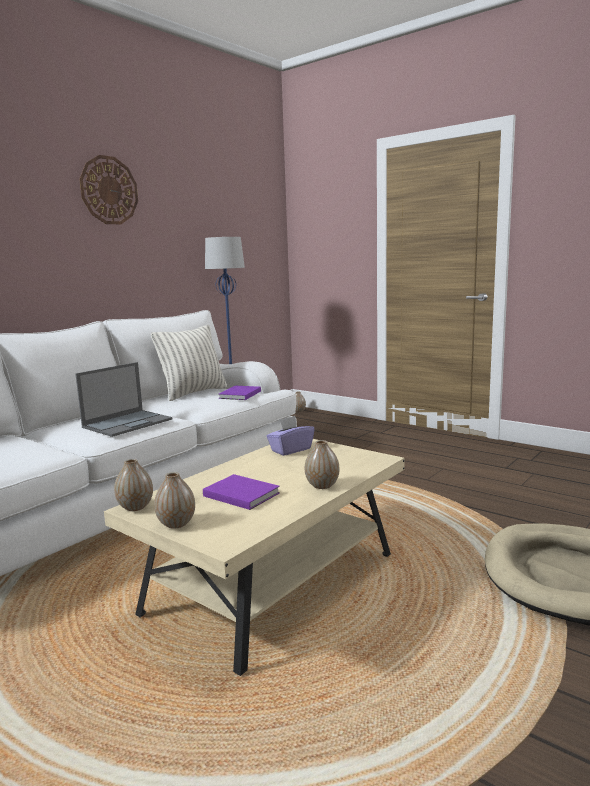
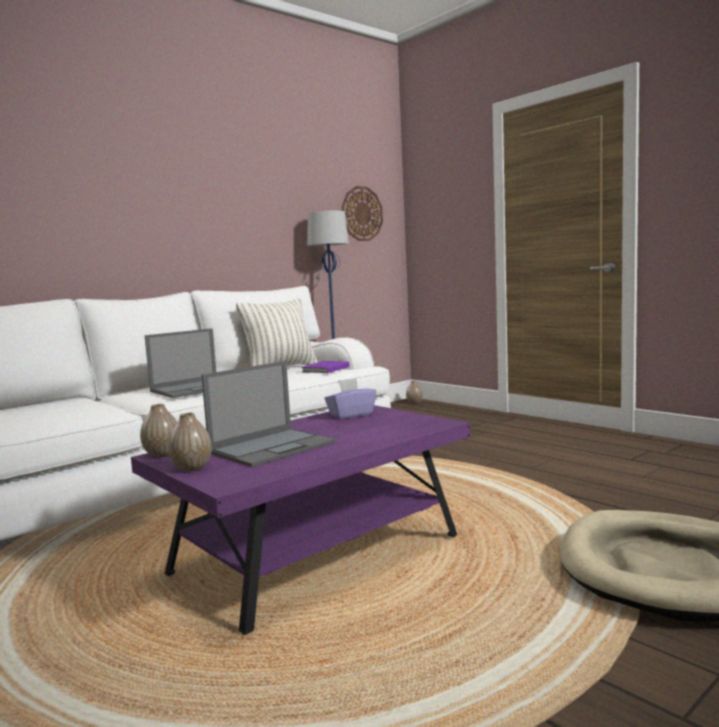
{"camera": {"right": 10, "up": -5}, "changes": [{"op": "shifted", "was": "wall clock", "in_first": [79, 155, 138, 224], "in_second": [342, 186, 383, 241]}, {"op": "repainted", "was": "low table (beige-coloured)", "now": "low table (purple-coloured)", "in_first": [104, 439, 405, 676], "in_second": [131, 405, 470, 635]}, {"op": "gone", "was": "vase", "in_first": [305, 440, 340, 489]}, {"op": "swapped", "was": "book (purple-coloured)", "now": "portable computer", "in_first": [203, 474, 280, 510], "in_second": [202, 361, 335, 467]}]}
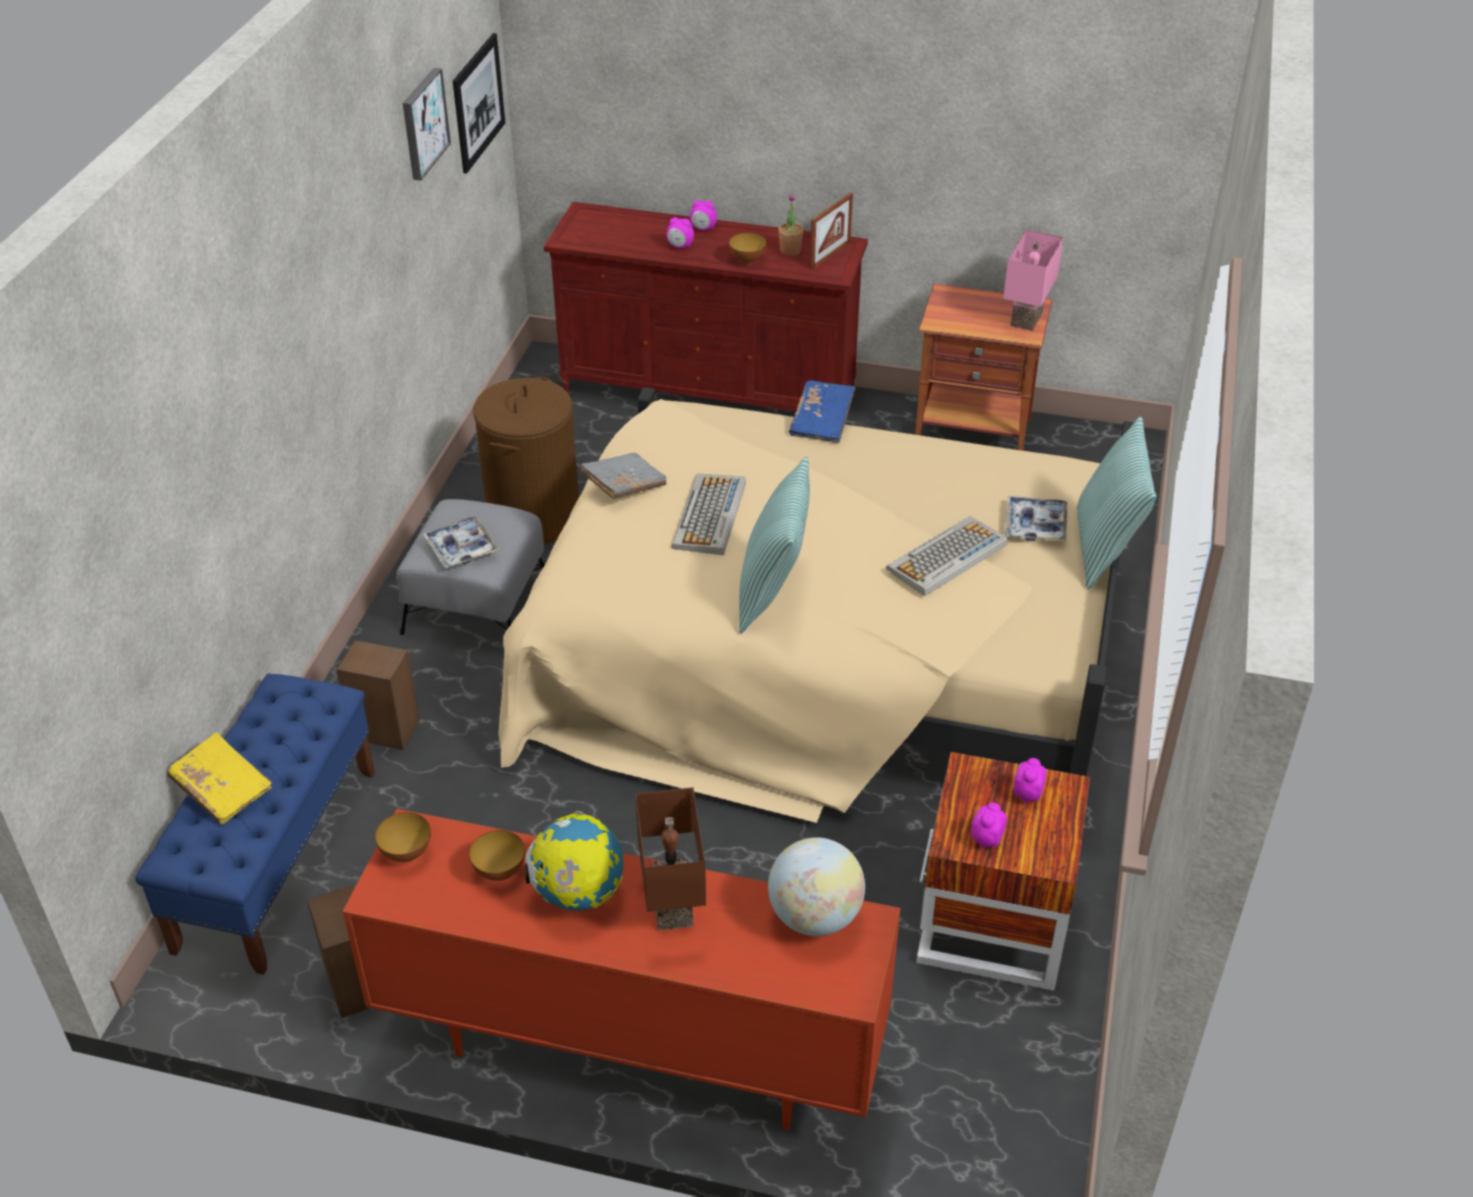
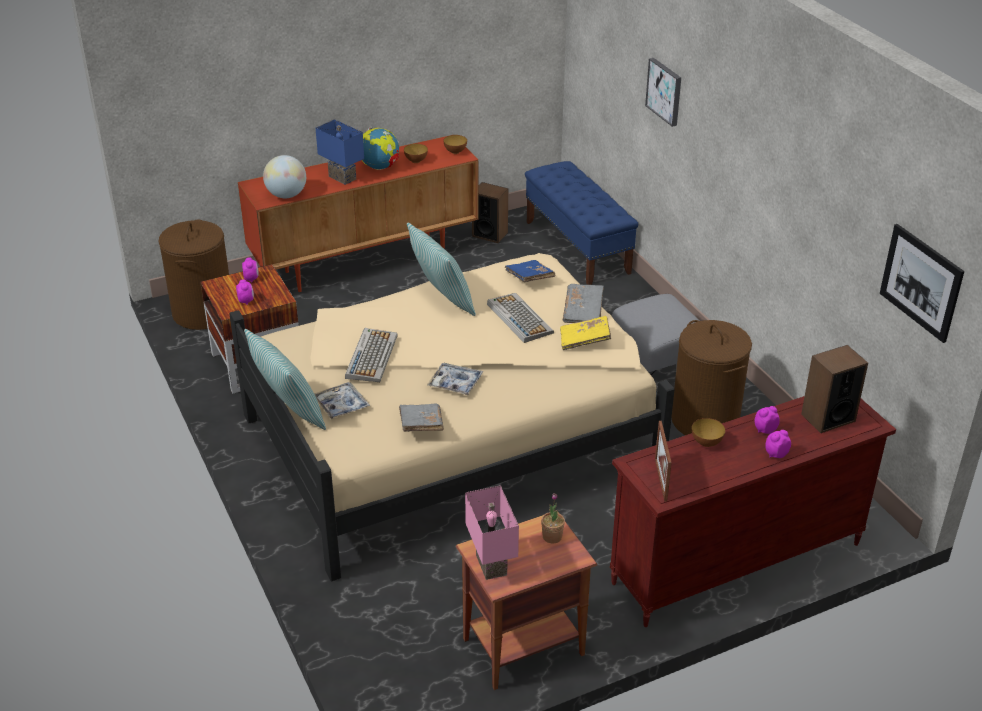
{"camera": {"right": 140, "up": -5}, "changes": [{"op": "shifted", "was": "wall picture", "in_first": [403, 68, 451, 181], "in_second": [645, 58, 681, 127]}, {"op": "shifted", "was": "plant in a pot", "in_first": [778, 194, 804, 256], "in_second": [541, 493, 565, 544]}, {"op": "shifted", "was": "book (blue)", "in_first": [789, 380, 855, 443], "in_second": [505, 260, 555, 282]}, {"op": "shifted", "was": "carrying tray", "in_first": [423, 516, 499, 568], "in_second": [427, 363, 483, 395]}, {"op": "shifted", "was": "speaker", "in_first": [337, 640, 420, 750], "in_second": [801, 345, 868, 433]}, {"op": "shifted", "was": "book (yellow-coloured)", "in_first": [168, 732, 272, 825], "in_second": [560, 316, 611, 350]}, {"op": "repainted", "was": "lamp for a table (brownish)", "now": "lamp for a table (blue)", "in_first": [635, 787, 706, 930], "in_second": [316, 119, 364, 185]}, {"op": "new", "now": "laundry basket (brownish)", "in_second": [158, 219, 229, 330]}, {"op": "new", "now": "book (grey)", "in_second": [399, 403, 444, 432]}]}
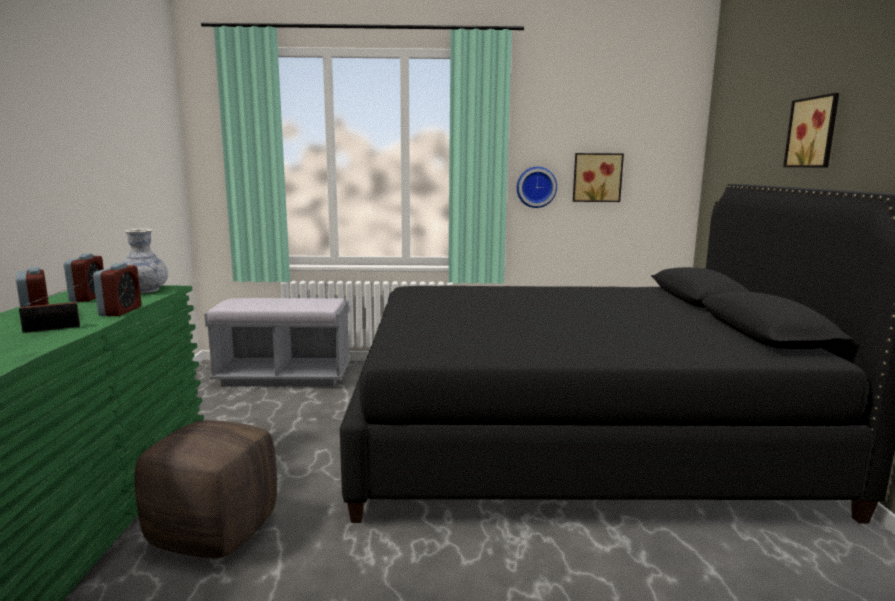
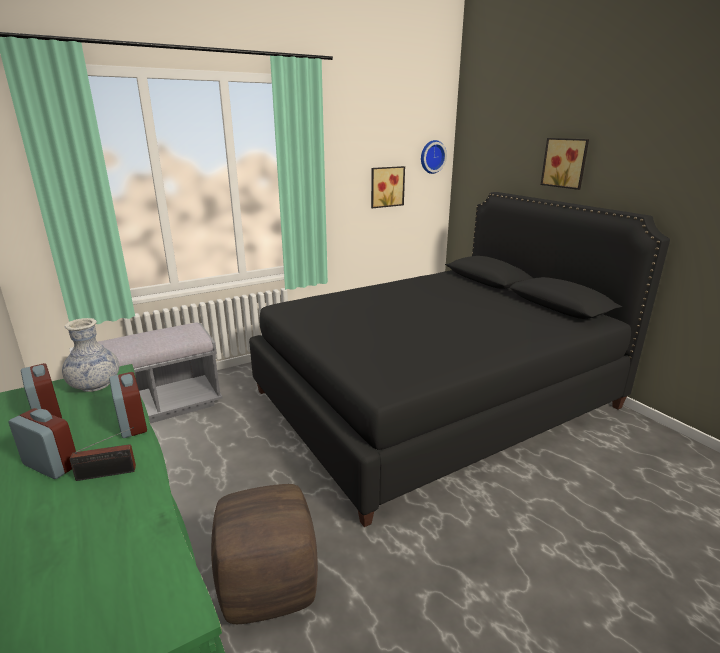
{"camera": {"right": -30, "up": 10}, "changes": [{"op": "shifted", "was": "wall clock", "in_first": [517, 167, 557, 208], "in_second": [421, 140, 447, 174]}, {"op": "rotated", "was": "radio set", "in_first": [19, 284, 81, 333], "in_second": [69, 427, 136, 481], "clockwise": 45}]}
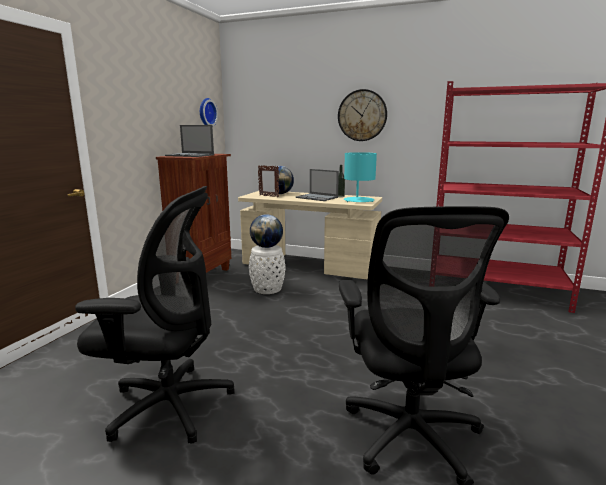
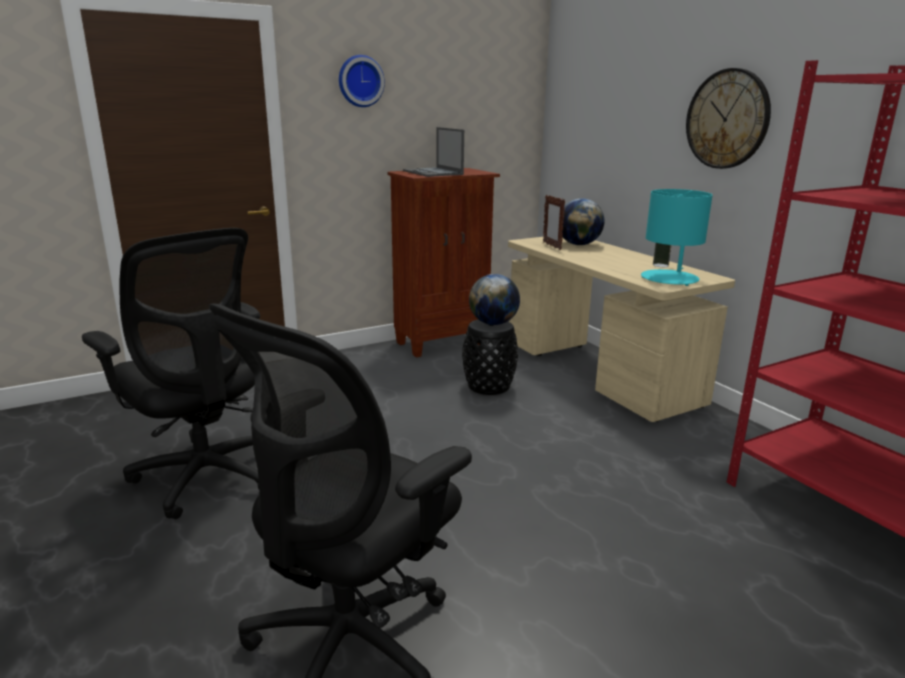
{"camera": {"right": 40, "up": 5}, "changes": [{"op": "shifted", "was": "wall clock", "in_first": [200, 98, 218, 127], "in_second": [339, 55, 385, 107]}, {"op": "gone", "was": "portable computer", "in_first": [295, 169, 339, 201]}, {"op": "repainted", "was": "stool seat (white)", "now": "stool seat (black-coloured)", "in_first": [249, 245, 286, 294], "in_second": [462, 320, 518, 395]}]}
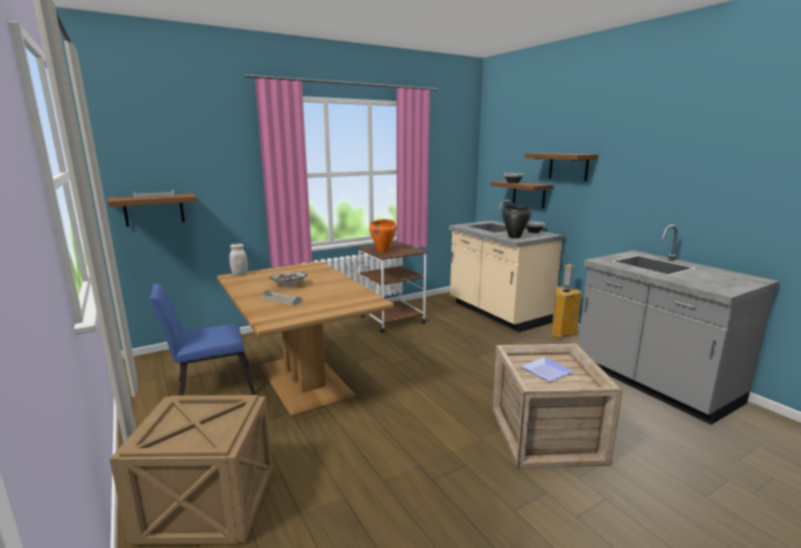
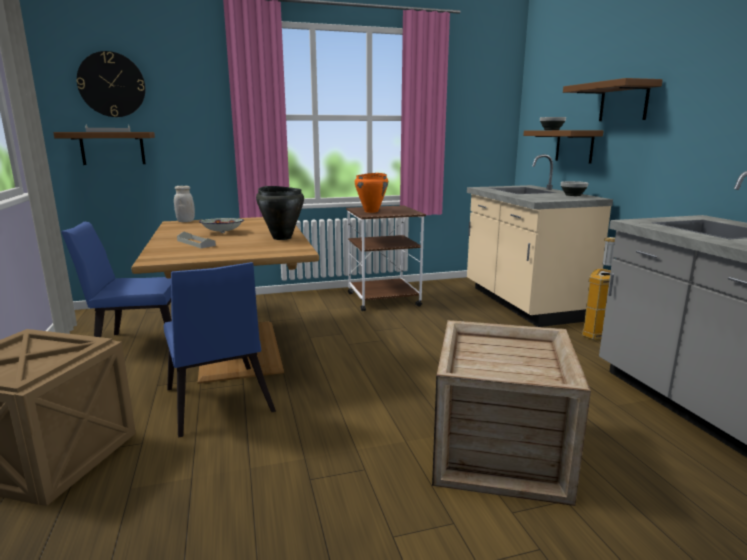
{"camera": {"right": 15, "up": 0}, "changes": [{"op": "shifted", "was": "saucepot (black-coloured)", "in_first": [501, 205, 532, 238], "in_second": [256, 186, 304, 240]}, {"op": "gone", "was": "dinner plate", "in_first": [521, 357, 574, 382]}, {"op": "new", "now": "wall clock", "in_second": [77, 51, 146, 117]}, {"op": "new", "now": "upright chair (blue)", "in_second": [164, 262, 276, 438]}]}
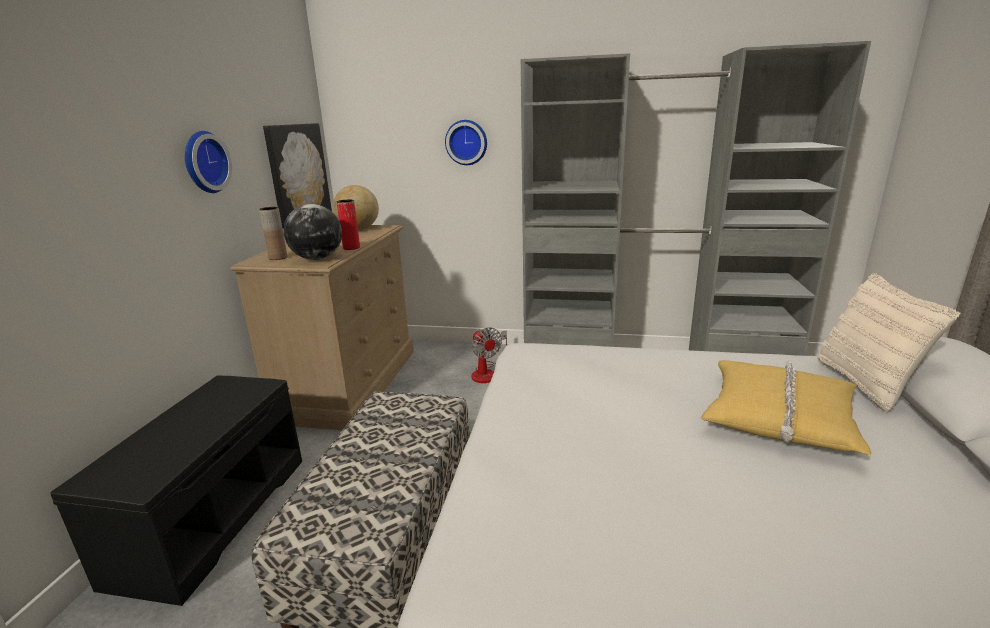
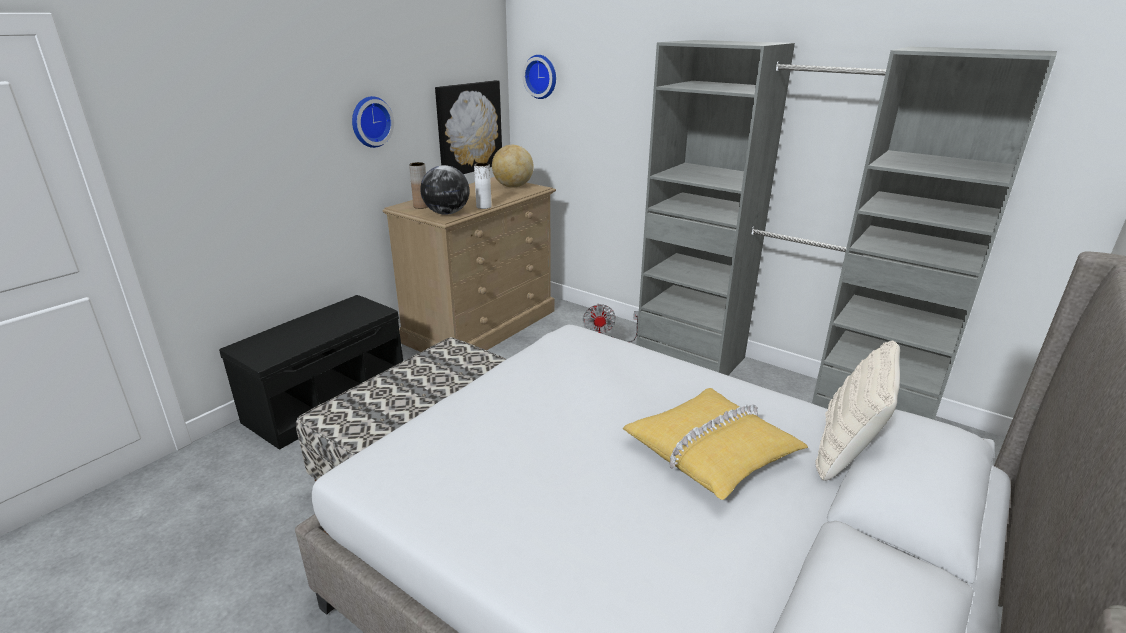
{"camera": {"right": 25, "up": 5}, "changes": [{"op": "shifted", "was": "wall clock", "in_first": [445, 120, 487, 165], "in_second": [522, 55, 556, 99]}, {"op": "repainted", "was": "vase (red-coloured)", "now": "vase (white)", "in_first": [337, 200, 360, 250], "in_second": [474, 163, 492, 209]}]}
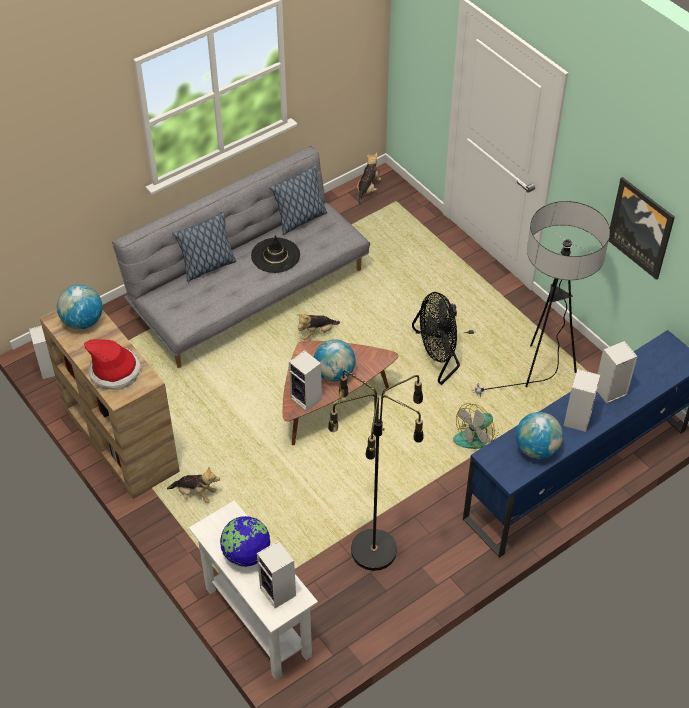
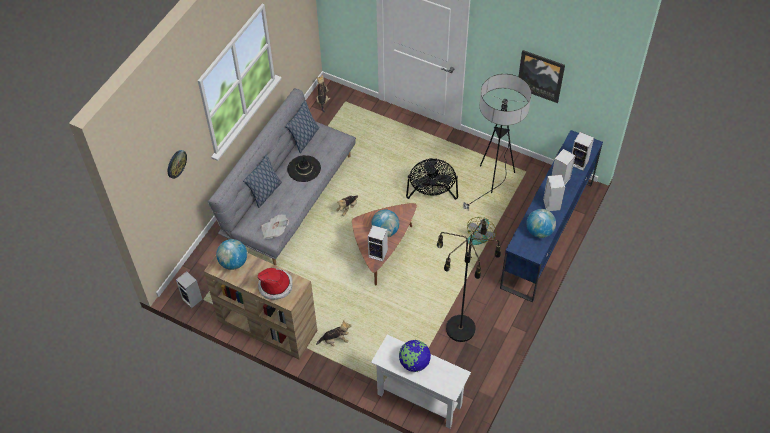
{"camera": {"right": -25, "up": 5}, "changes": [{"op": "rotated", "was": "fan (black-coloured)", "in_first": [412, 292, 475, 385], "in_second": [406, 158, 458, 200], "clockwise": -45}, {"op": "shifted", "was": "speaker", "in_first": [257, 541, 296, 608], "in_second": [572, 132, 594, 170]}, {"op": "new", "now": "wall clock", "in_second": [168, 150, 187, 179]}, {"op": "new", "now": "newspaper", "in_second": [261, 215, 289, 239]}]}
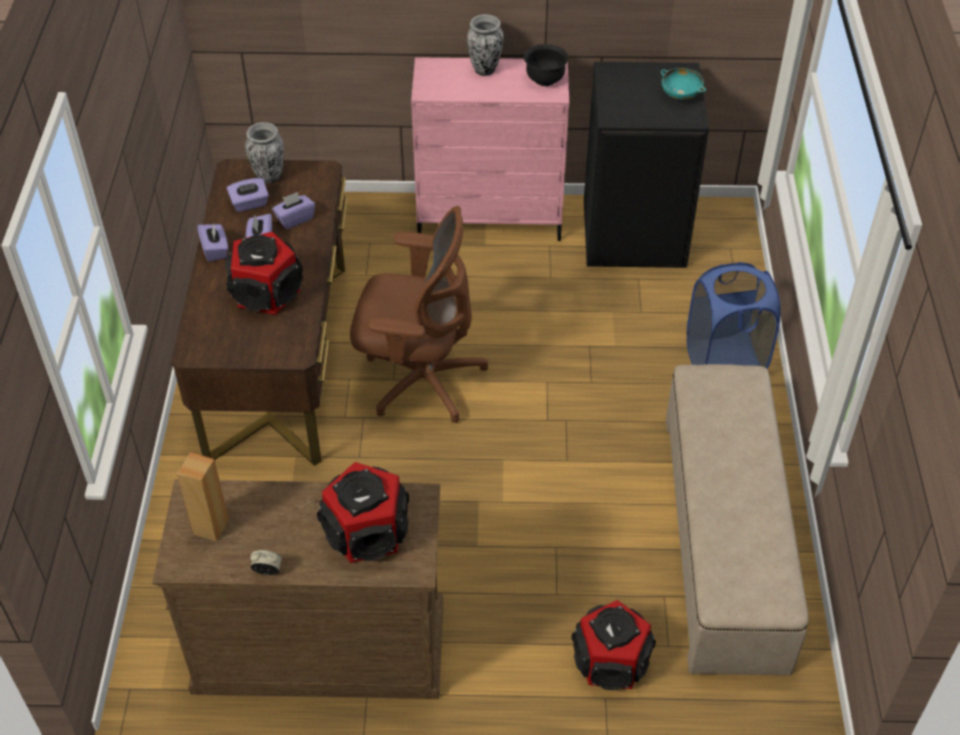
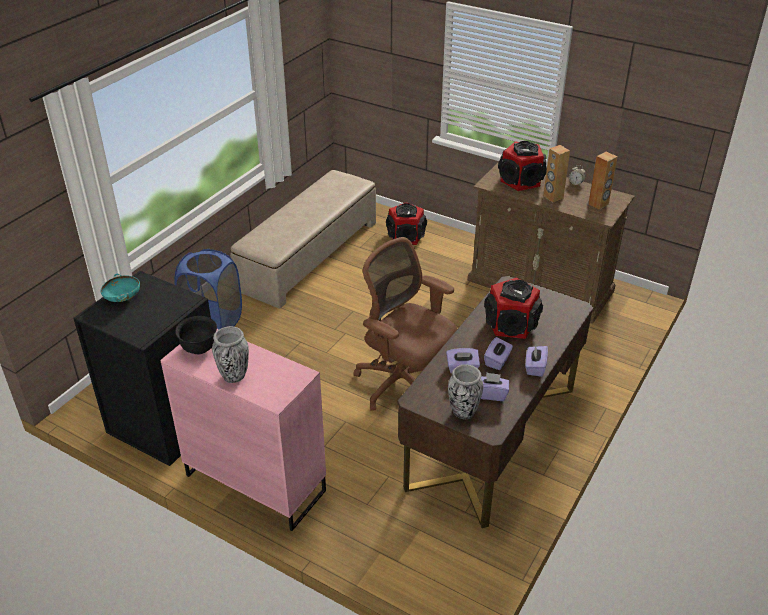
{"camera": {"right": -150, "up": -10}, "changes": [{"op": "new", "now": "speaker (brownish)", "in_second": [543, 145, 570, 203]}]}
